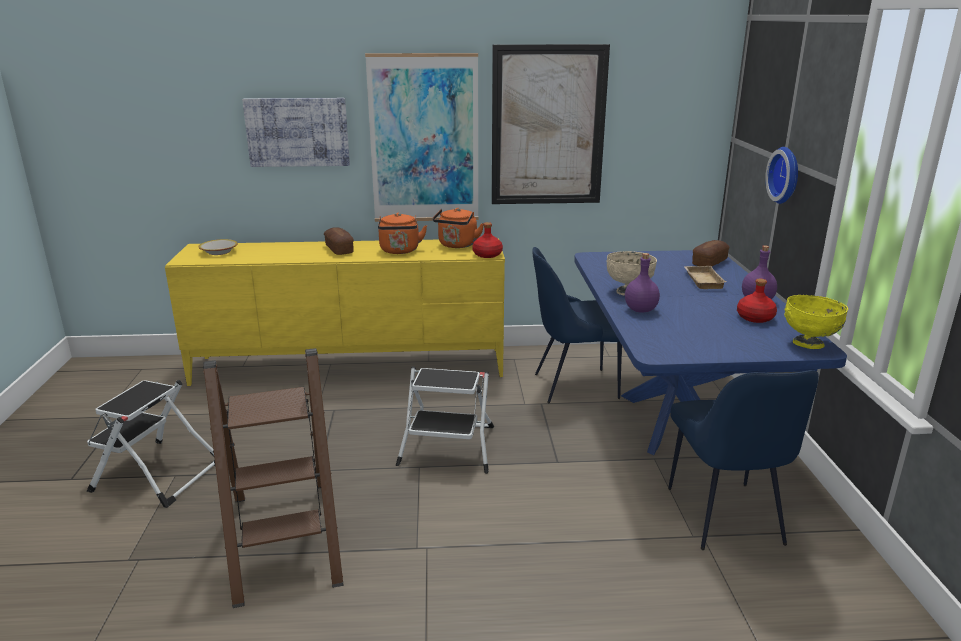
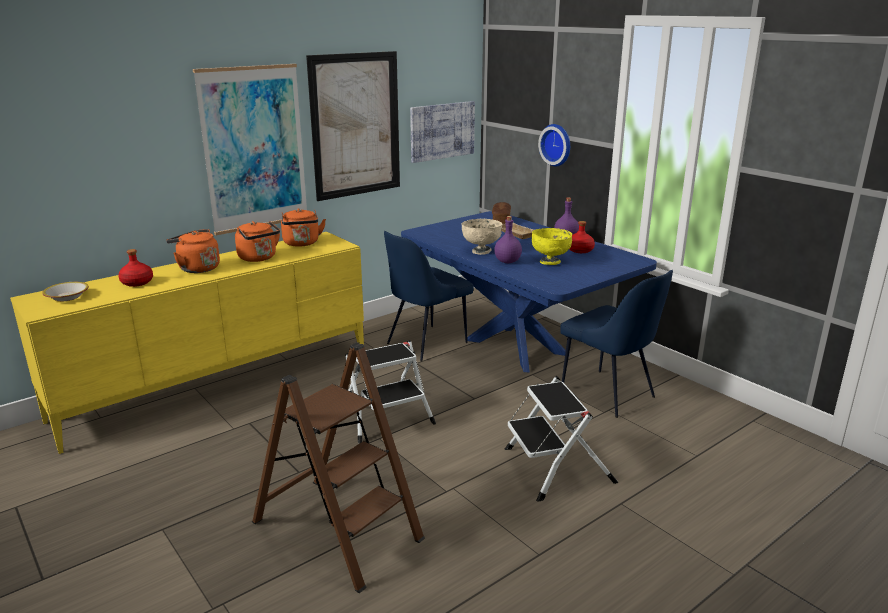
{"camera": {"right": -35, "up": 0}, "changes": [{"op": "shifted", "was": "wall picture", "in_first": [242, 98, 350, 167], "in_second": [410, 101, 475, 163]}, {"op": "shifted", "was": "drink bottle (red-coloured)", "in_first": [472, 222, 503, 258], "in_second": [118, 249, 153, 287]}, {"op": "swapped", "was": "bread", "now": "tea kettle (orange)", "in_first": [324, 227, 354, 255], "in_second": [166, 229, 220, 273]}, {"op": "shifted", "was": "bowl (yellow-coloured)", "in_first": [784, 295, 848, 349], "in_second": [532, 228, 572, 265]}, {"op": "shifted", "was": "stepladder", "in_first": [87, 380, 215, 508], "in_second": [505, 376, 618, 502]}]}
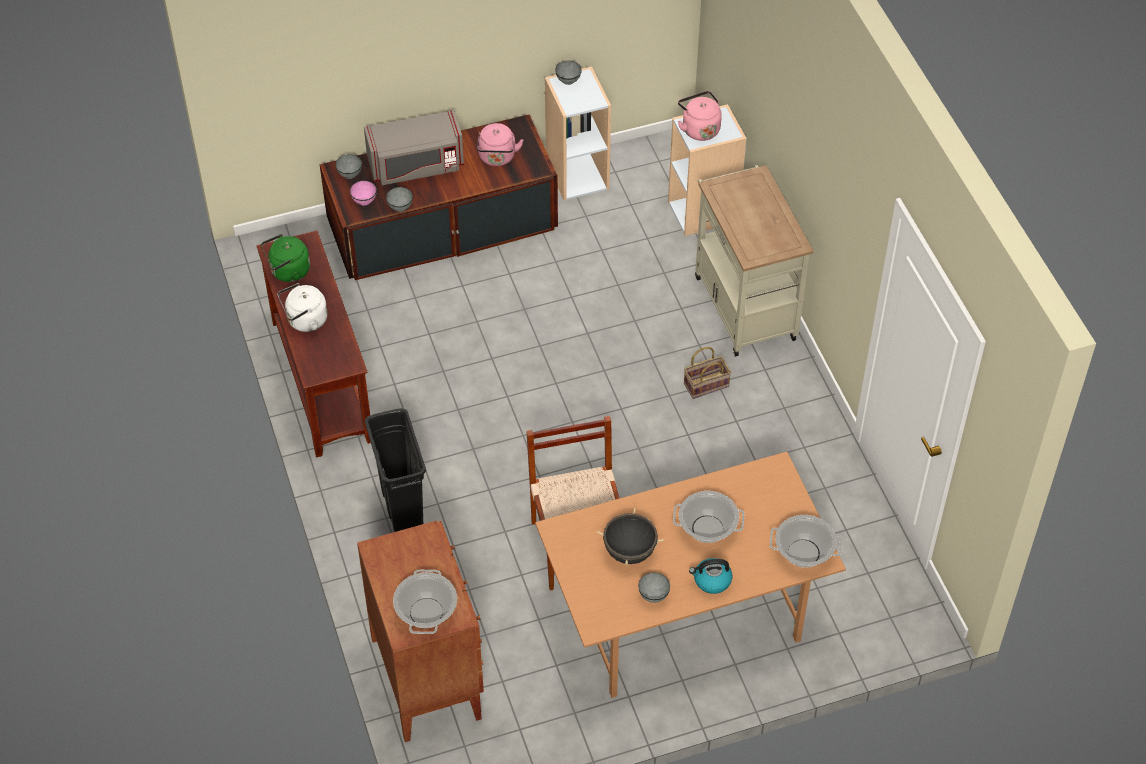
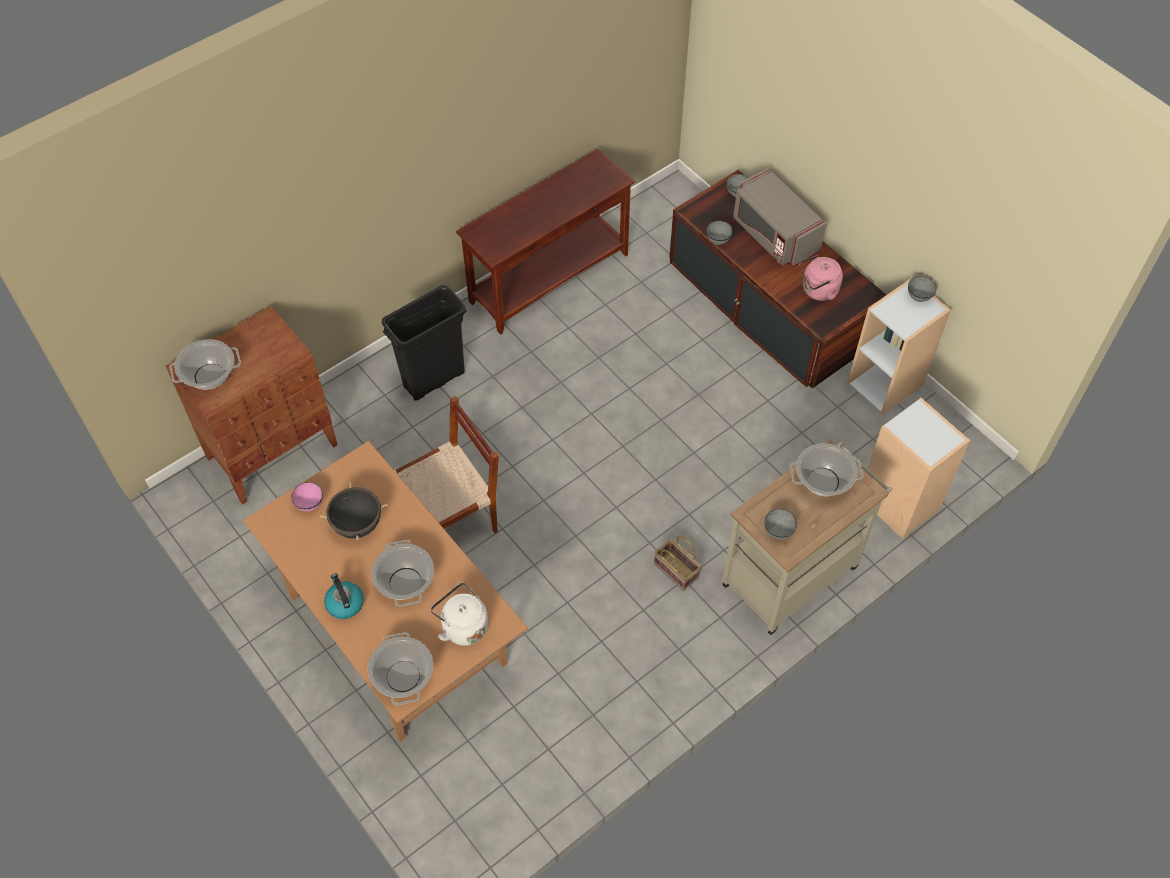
{"camera": {"right": 70, "up": 5}, "changes": [{"op": "gone", "was": "tea kettle (pink-coloured)", "in_first": [678, 91, 722, 141]}, {"op": "shifted", "was": "bowl (pink-coloured)", "in_first": [350, 181, 377, 205], "in_second": [291, 482, 323, 511]}, {"op": "gone", "was": "tea kettle (green-coloured)", "in_first": [261, 234, 310, 282]}, {"op": "shifted", "was": "tea kettle (white)", "in_first": [278, 283, 328, 332], "in_second": [431, 582, 488, 646]}, {"op": "shifted", "was": "bowl (grey)", "in_first": [638, 572, 670, 603], "in_second": [765, 509, 797, 540]}, {"op": "new", "now": "saucepot", "in_second": [790, 443, 863, 496]}]}
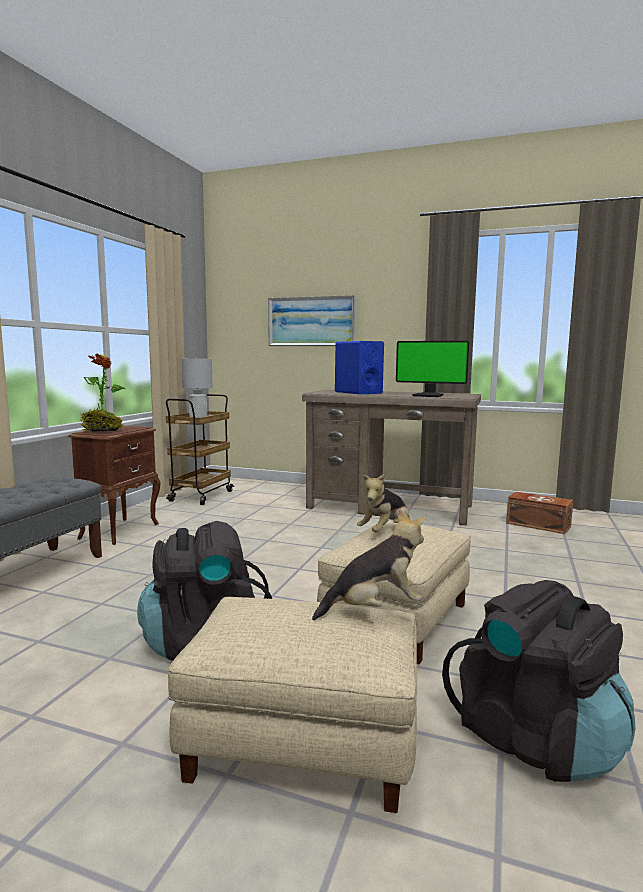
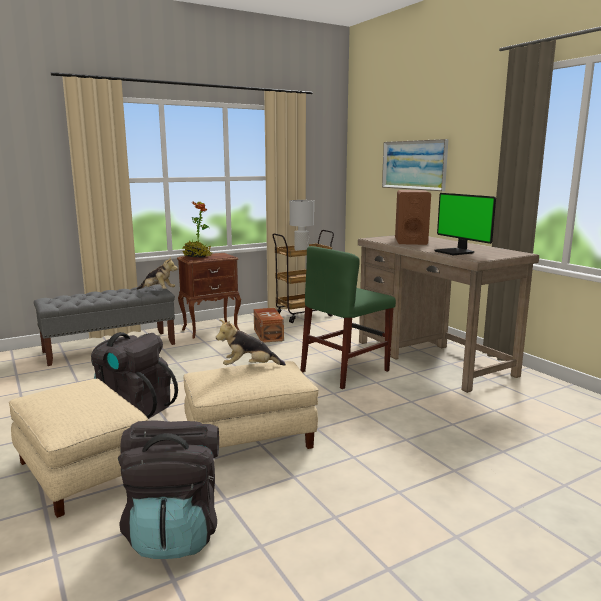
{"camera": {"right": 40, "up": 5}, "changes": [{"op": "repainted", "was": "speaker (blue)", "now": "speaker (brownish)", "in_first": [335, 341, 384, 394], "in_second": [395, 190, 431, 245]}, {"op": "shifted", "was": "storage bin (brownish)", "in_first": [506, 492, 573, 534], "in_second": [254, 308, 284, 343]}, {"op": "shifted", "was": "soft toy", "in_first": [312, 510, 426, 620], "in_second": [137, 256, 178, 290]}, {"op": "new", "now": "upright chair (green-coloured)", "in_second": [301, 246, 396, 389]}]}
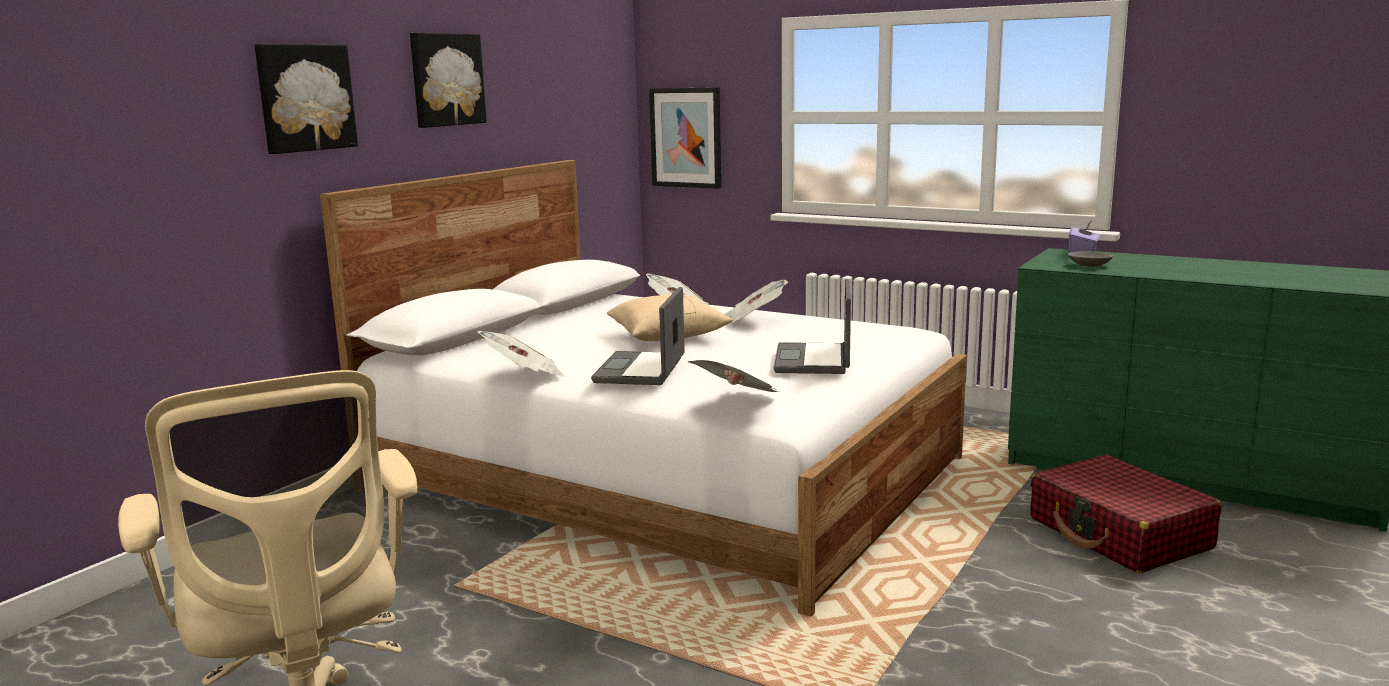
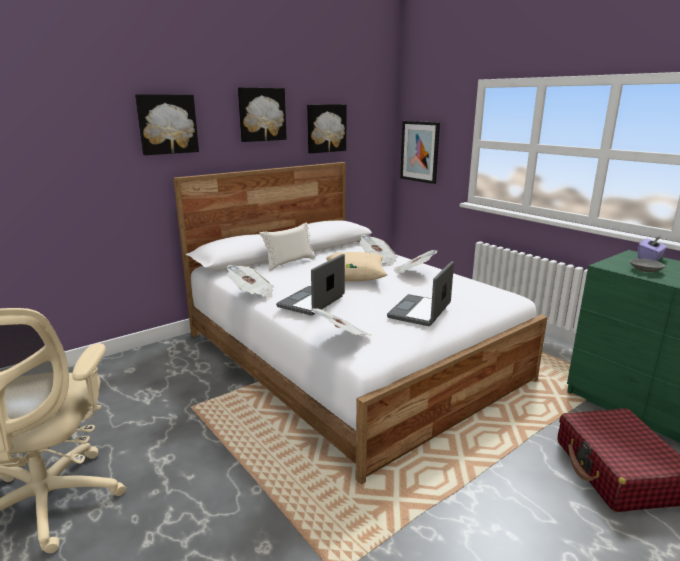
{"camera": {"right": 20, "up": 5}, "changes": [{"op": "new", "now": "wall picture", "in_second": [307, 104, 347, 153]}, {"op": "new", "now": "throw pillow (white)", "in_second": [259, 222, 315, 271]}]}
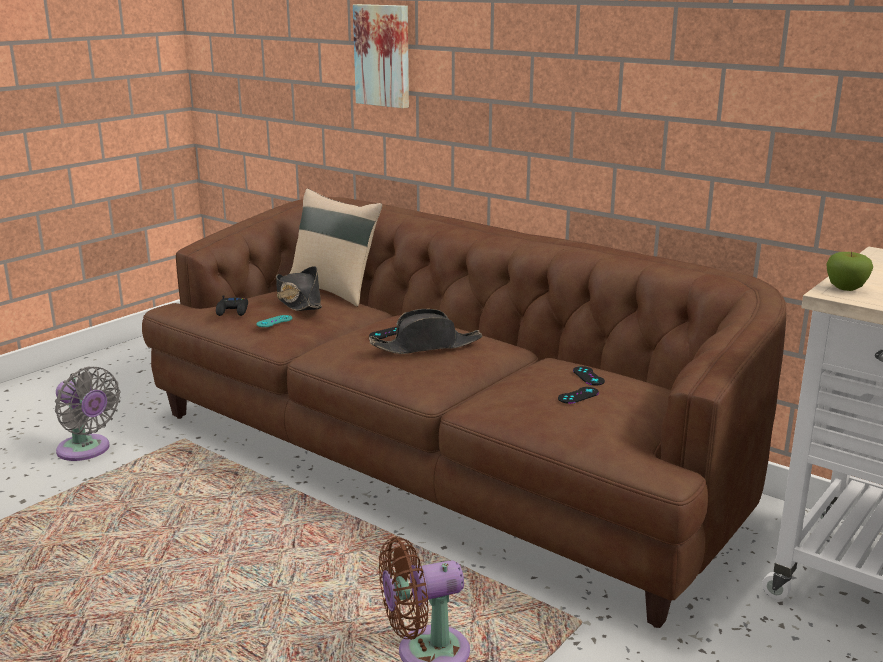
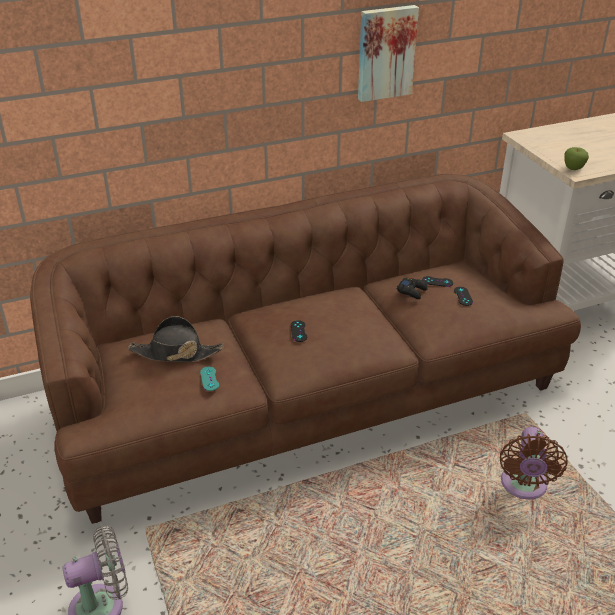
{"camera": {"right": -60, "up": 15}, "changes": [{"op": "shifted", "was": "wall picture", "in_first": [353, 4, 409, 108], "in_second": [358, 5, 419, 102]}, {"op": "gone", "was": "throw pillow (beige-coloured)", "in_first": [290, 189, 382, 307]}, {"op": "shifted", "was": "game controller (black-coloured)", "in_first": [216, 295, 248, 316], "in_second": [396, 278, 427, 299]}, {"op": "gone", "was": "hat (black-coloured)", "in_first": [369, 309, 483, 354]}]}
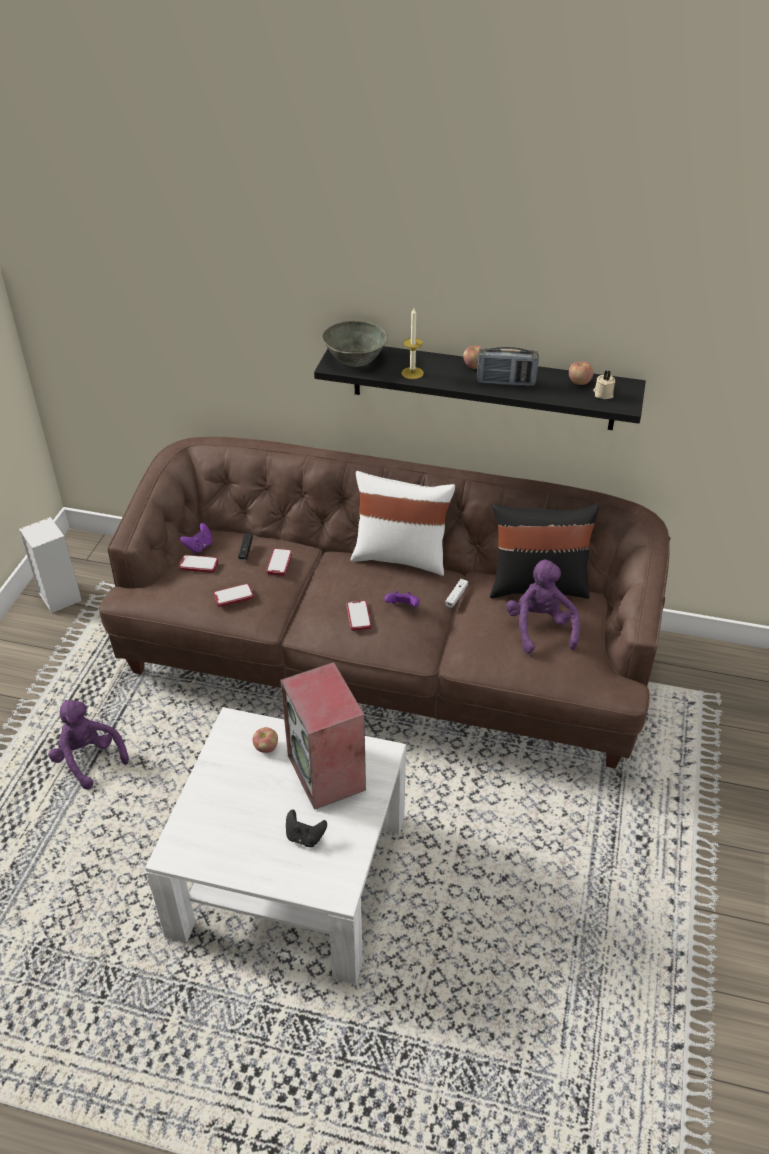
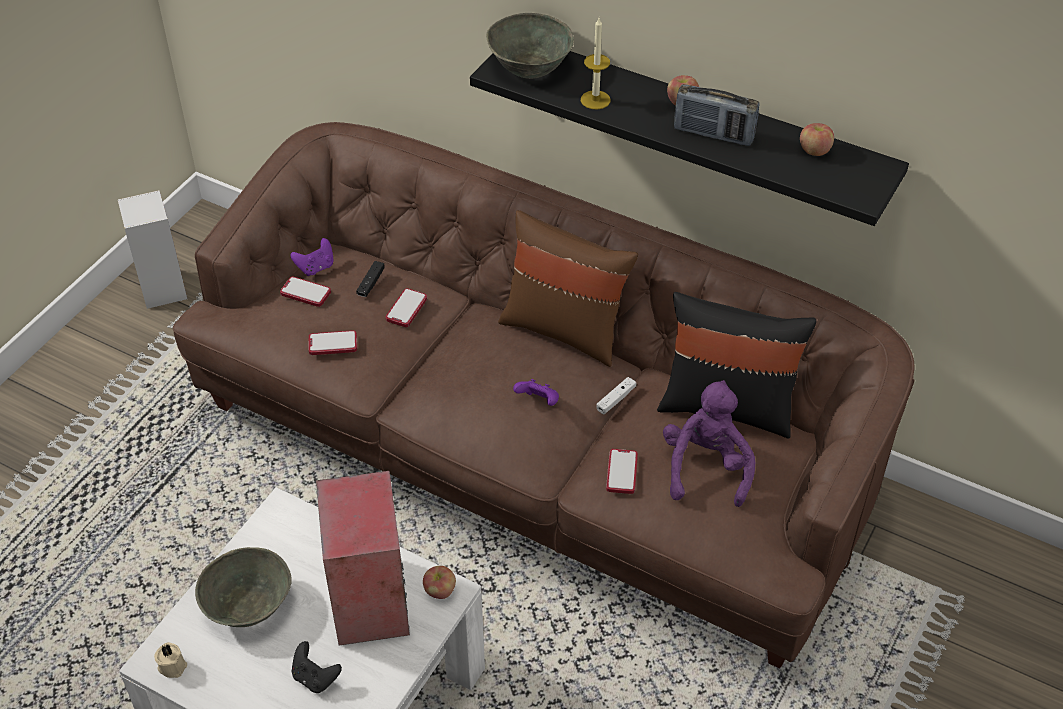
{"camera": {"right": 15, "up": 5}, "changes": [{"op": "shifted", "was": "wax light (beige-coloured)", "in_first": [593, 370, 615, 399], "in_second": [154, 642, 187, 678]}, {"op": "repainted", "was": "throw pillow (white)", "now": "throw pillow (brownish)", "in_first": [351, 471, 455, 576], "in_second": [498, 210, 638, 367]}, {"op": "shifted", "was": "handset", "in_first": [347, 601, 371, 631], "in_second": [606, 449, 638, 494]}, {"op": "gone", "was": "soft toy (purple-coloured)", "in_first": [48, 700, 129, 790]}, {"op": "shifted", "was": "apple", "in_first": [252, 727, 278, 753], "in_second": [423, 566, 456, 599]}, {"op": "new", "now": "bowl (grey)", "in_second": [195, 547, 292, 627]}]}
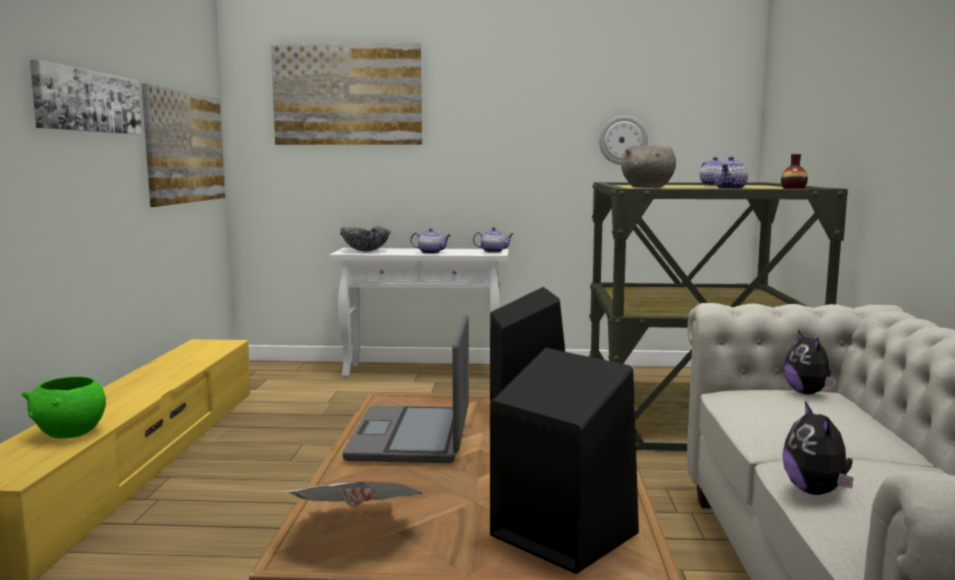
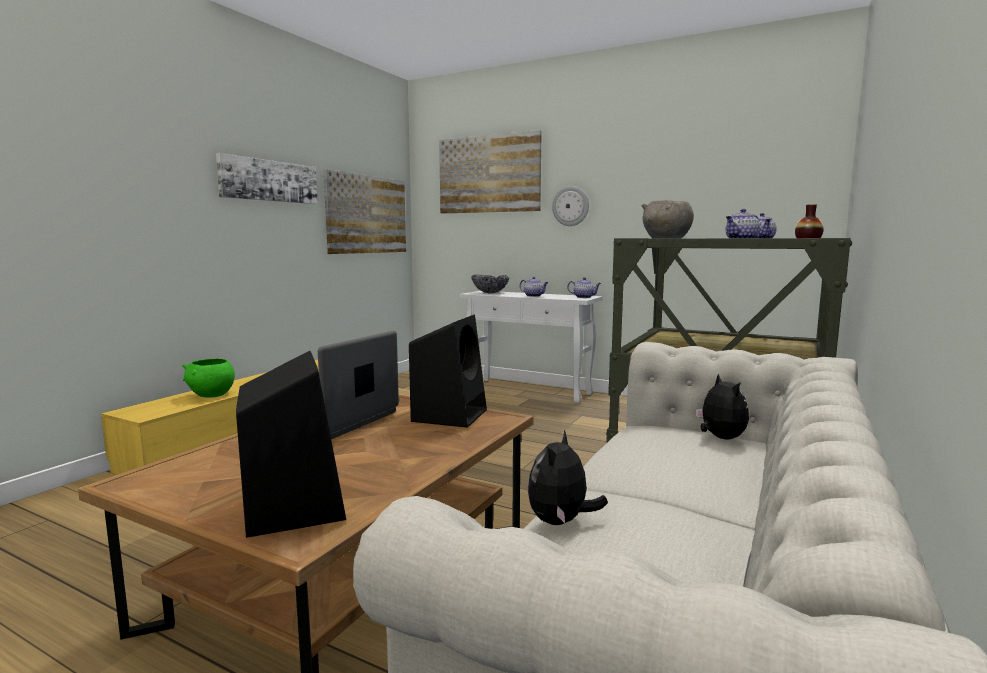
{"camera": {"right": 25, "up": 0}, "changes": [{"op": "shifted", "was": "wall clock", "in_first": [599, 115, 648, 165], "in_second": [552, 186, 589, 226]}, {"op": "rotated", "was": "soft toy", "in_first": [784, 330, 836, 394], "in_second": [696, 373, 749, 439], "clockwise": 150}, {"op": "gone", "was": "newspaper", "in_first": [282, 482, 423, 507]}]}
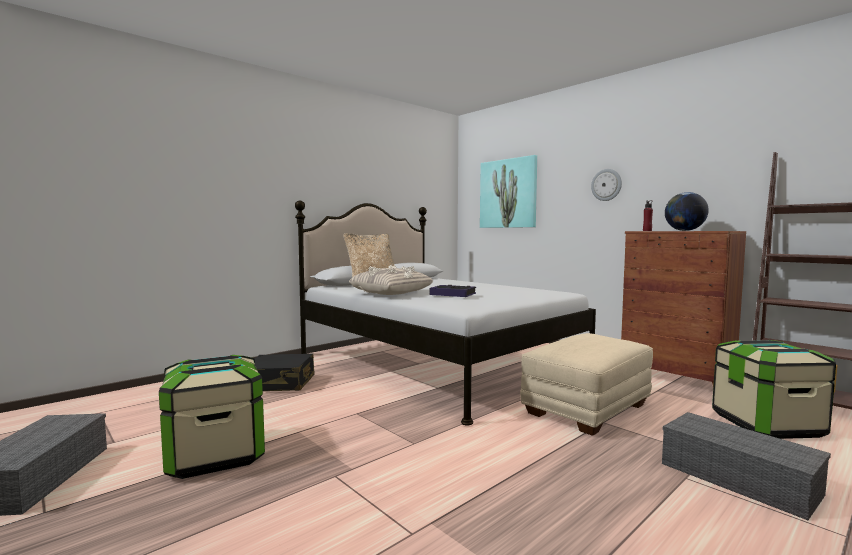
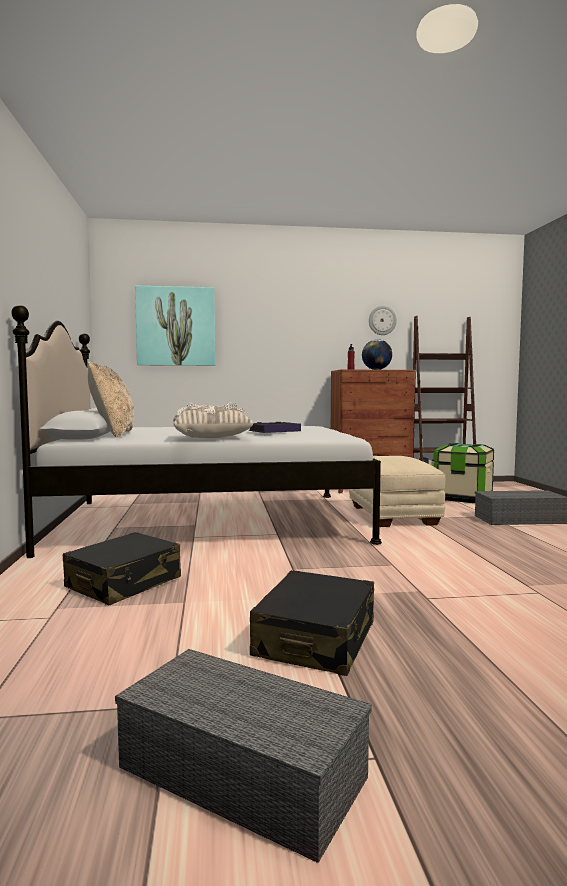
{"camera": {"right": -55, "up": 0}, "changes": [{"op": "shifted", "was": "wall clock", "in_first": [591, 169, 622, 201], "in_second": [369, 306, 397, 335]}, {"op": "swapped", "was": "storage bin", "now": "piece of luggage (black-coloured)", "in_first": [159, 355, 265, 479], "in_second": [250, 570, 374, 676]}]}
